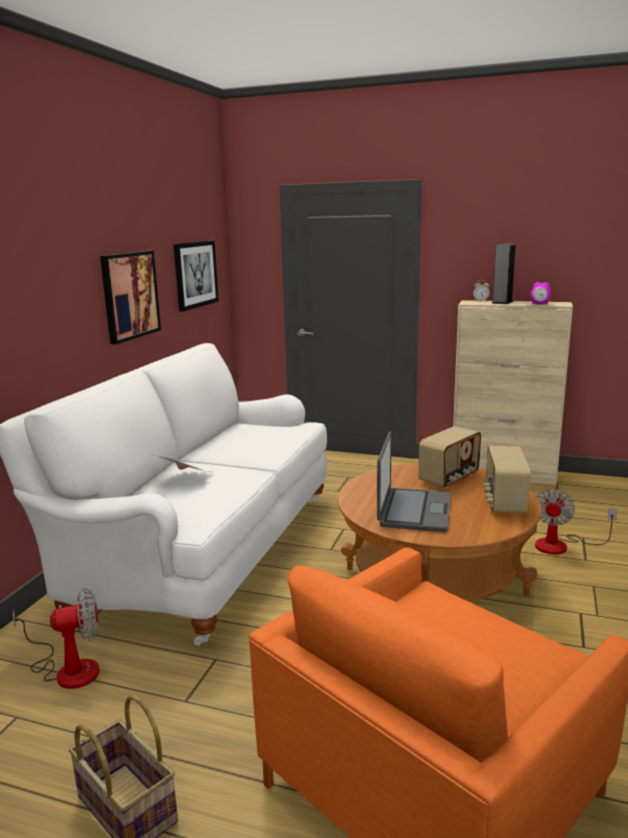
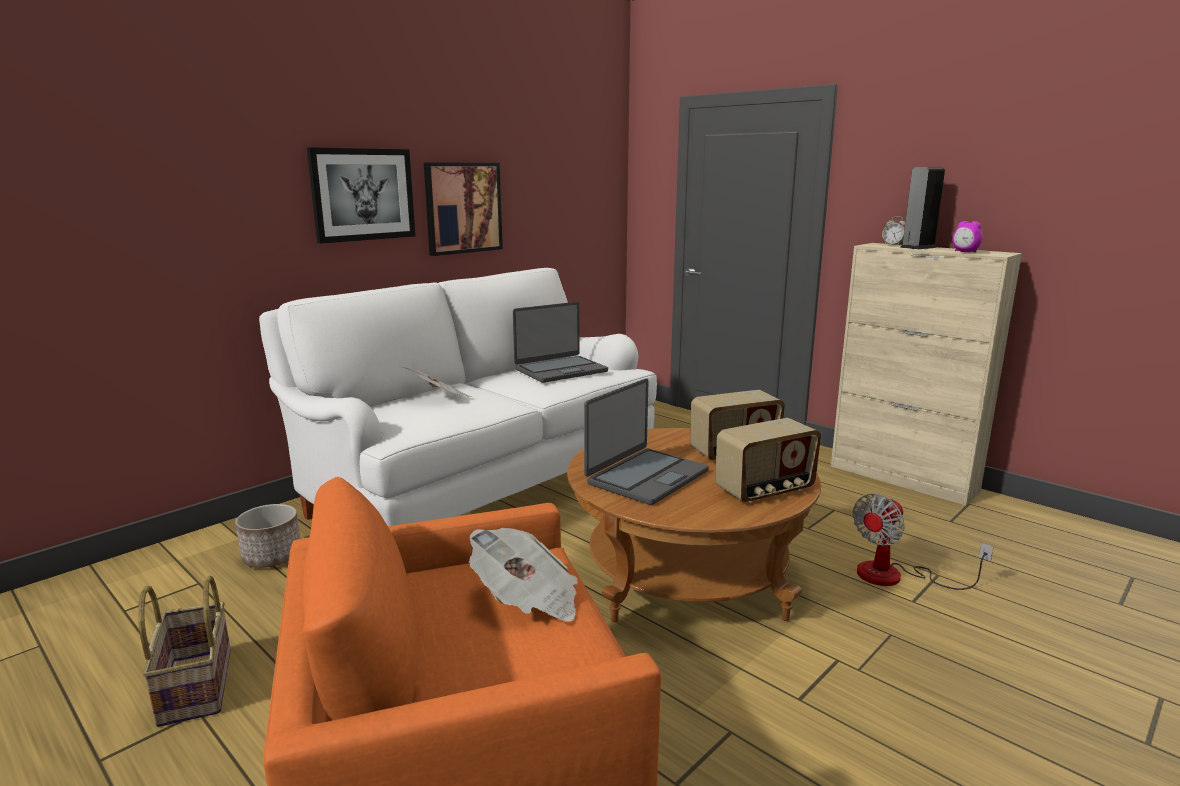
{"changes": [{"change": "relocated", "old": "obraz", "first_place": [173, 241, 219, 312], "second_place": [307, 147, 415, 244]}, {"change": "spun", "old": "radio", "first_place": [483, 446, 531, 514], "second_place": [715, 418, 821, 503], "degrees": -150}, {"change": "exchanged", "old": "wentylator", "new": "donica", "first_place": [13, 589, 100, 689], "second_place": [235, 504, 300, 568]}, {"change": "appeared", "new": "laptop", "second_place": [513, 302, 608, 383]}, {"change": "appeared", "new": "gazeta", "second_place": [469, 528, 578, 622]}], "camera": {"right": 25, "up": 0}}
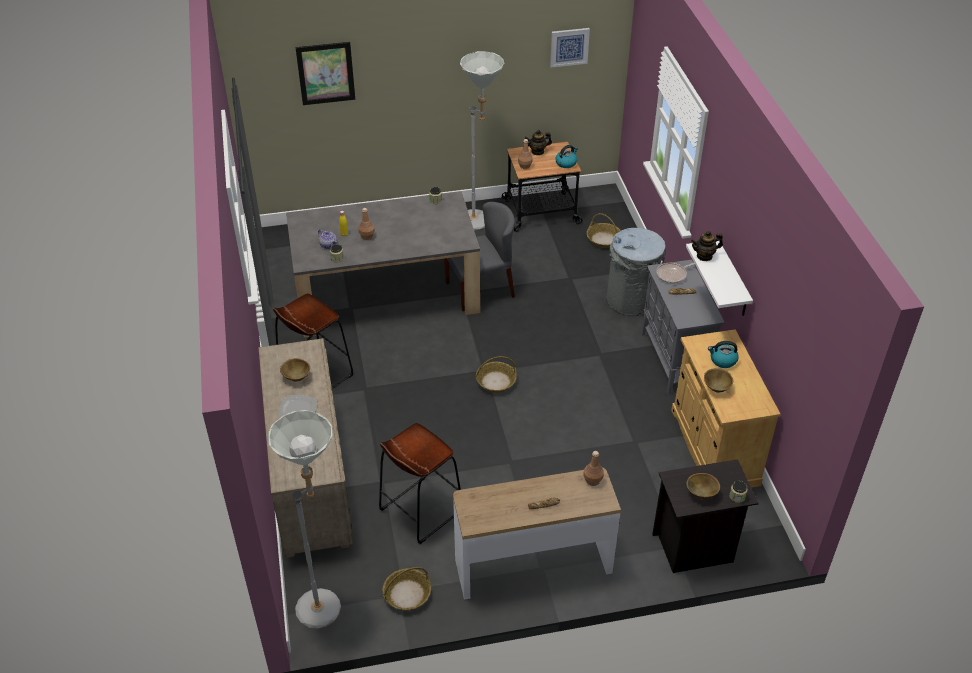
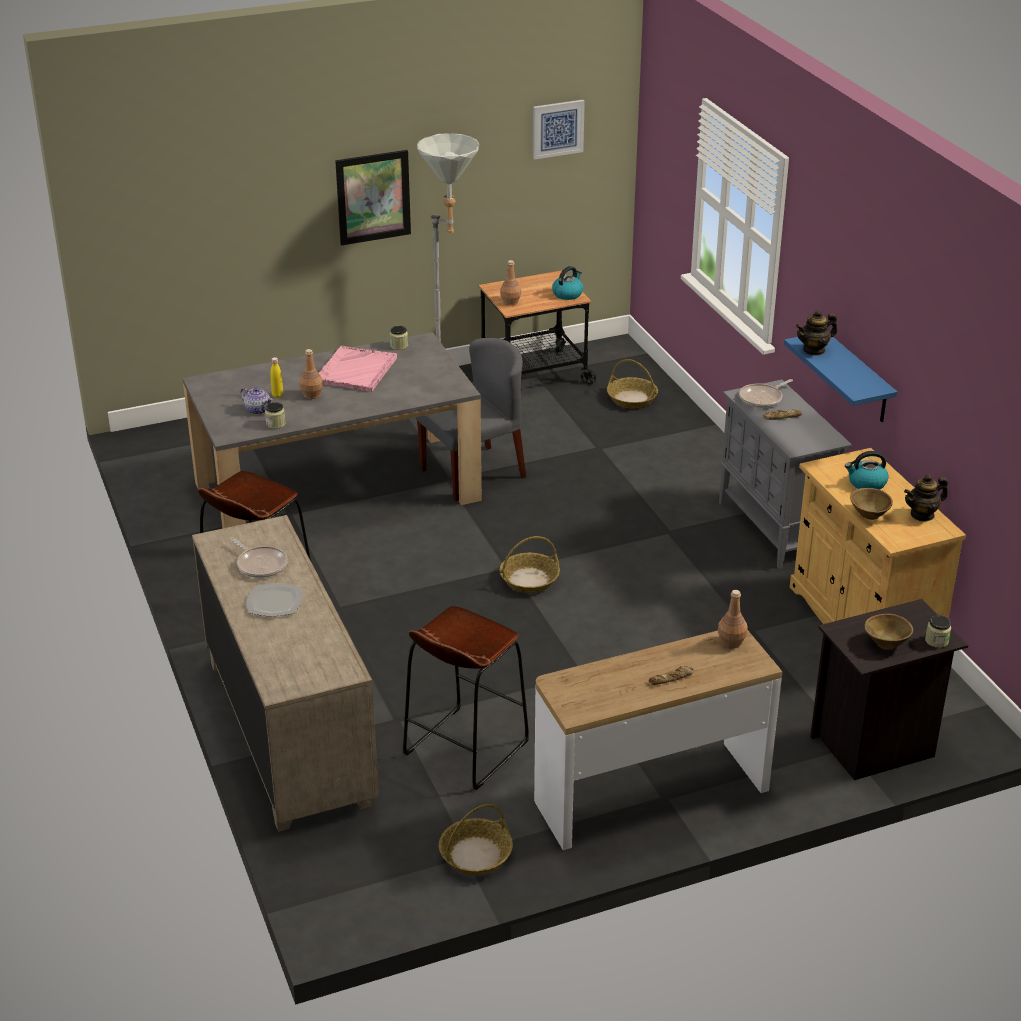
{"changes": [{"change": "relocated", "old": "obraz", "first_place": [295, 42, 355, 105], "second_place": [335, 150, 411, 246]}, {"change": "relocated", "old": "imbryk", "first_place": [525, 130, 552, 155], "second_place": [904, 474, 948, 521]}, {"change": "missing", "old": "kosz na śmieci/szary", "first_place": [606, 228, 666, 316]}, {"change": "colour", "old": "półka/biały", "new": "półka/niebieski", "first_place": [686, 241, 753, 316], "second_place": [784, 337, 897, 422]}, {"change": "exchanged", "old": "miska/brązowy", "new": "patelnia", "first_place": [280, 358, 310, 381], "second_place": [230, 537, 287, 578]}, {"change": "missing", "old": "lampa stojąca/szary", "first_place": [268, 410, 341, 628]}, {"change": "appeared", "new": "taca/różowy", "second_place": [319, 346, 397, 392]}], "camera": {"right": -10, "up": -10}}
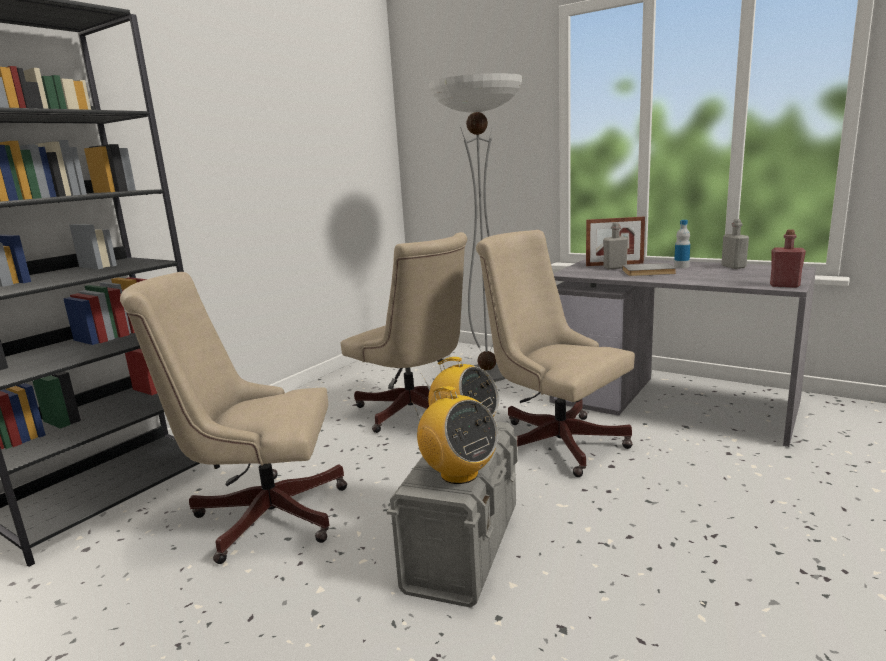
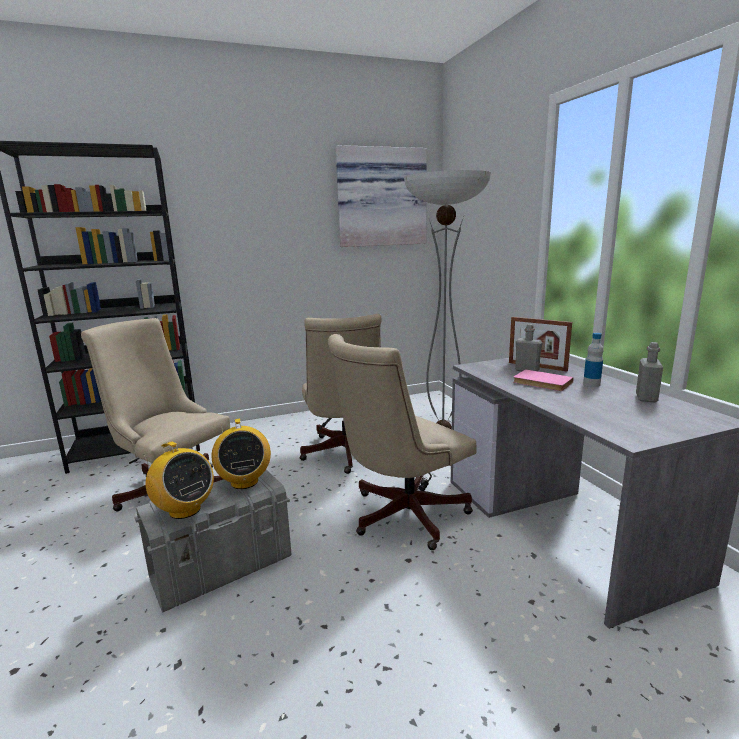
{"changes": [{"change": "spun", "old": "krzesło biurowe/beżowy", "first_place": [476, 230, 635, 477], "second_place": [328, 334, 477, 550], "degrees": -120}, {"change": "missing", "old": "butelka/czerwony", "first_place": [770, 230, 806, 288]}, {"change": "colour", "old": "książka/szary", "new": "książka/różowy", "first_place": [622, 263, 676, 276], "second_place": [514, 369, 574, 391]}, {"change": "spun", "old": "radio", "first_place": [412, 386, 498, 484], "second_place": [143, 442, 214, 519], "degrees": -45}, {"change": "appeared", "new": "obraz", "second_place": [336, 145, 427, 247]}], "camera": {"right": 35, "up": 0}}
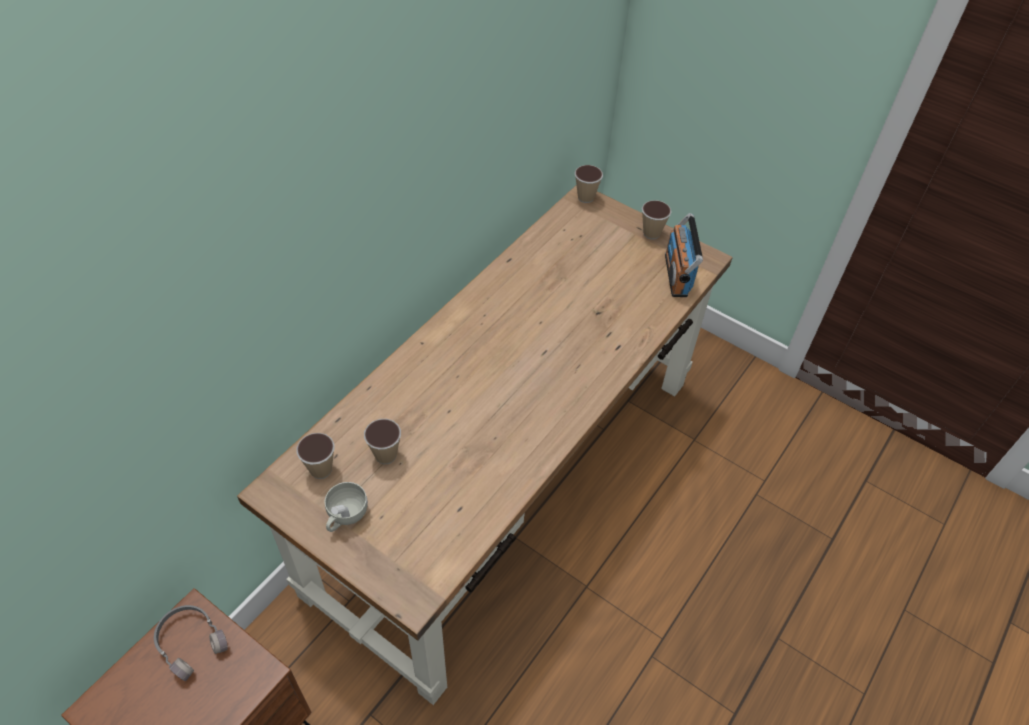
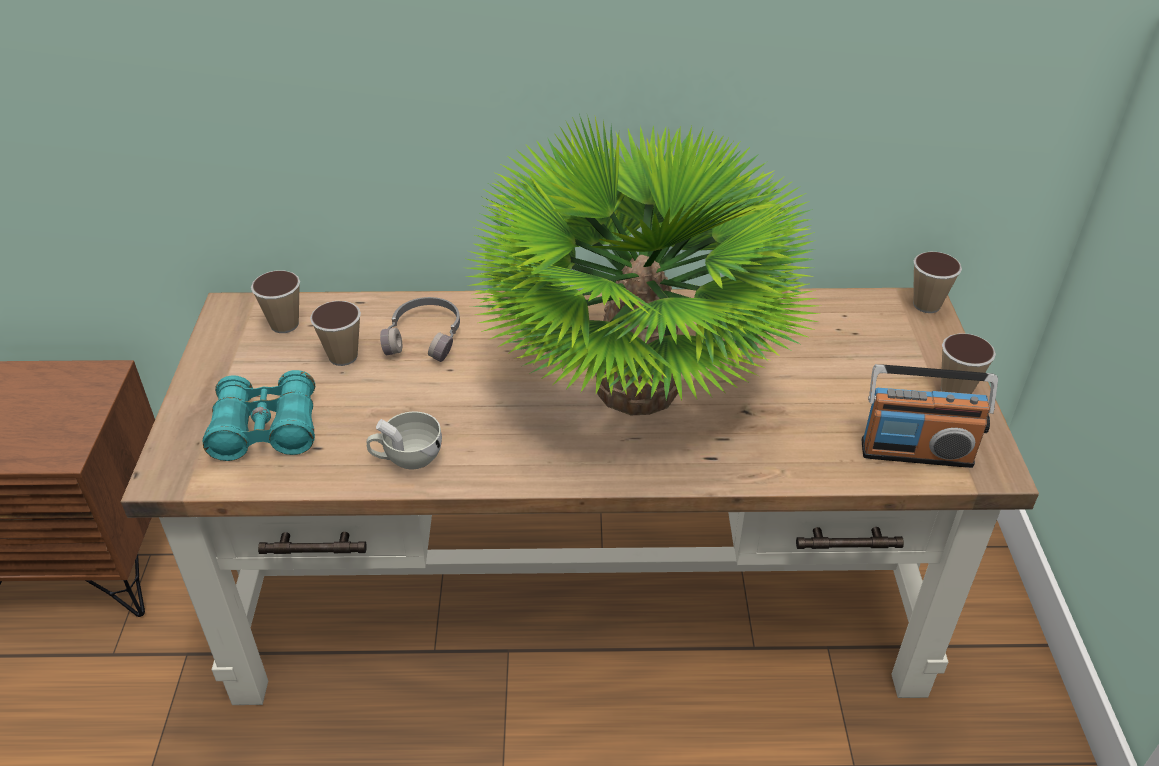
{"changes": [{"change": "spun", "old": "radio", "first_place": [665, 213, 703, 297], "second_place": [861, 364, 998, 468], "degrees": -135}, {"change": "relocated", "old": "filiżanka/biały", "first_place": [325, 482, 368, 532], "second_place": [367, 411, 442, 469]}, {"change": "relocated", "old": "słuchawki/szary", "first_place": [154, 605, 228, 681], "second_place": [380, 297, 460, 362]}, {"change": "appeared", "new": "roślina doniczkowa", "second_place": [464, 114, 819, 415]}, {"change": "appeared", "new": "lornetka/turkusowy", "second_place": [203, 370, 315, 461]}], "camera": {"right": 55, "up": -10}}
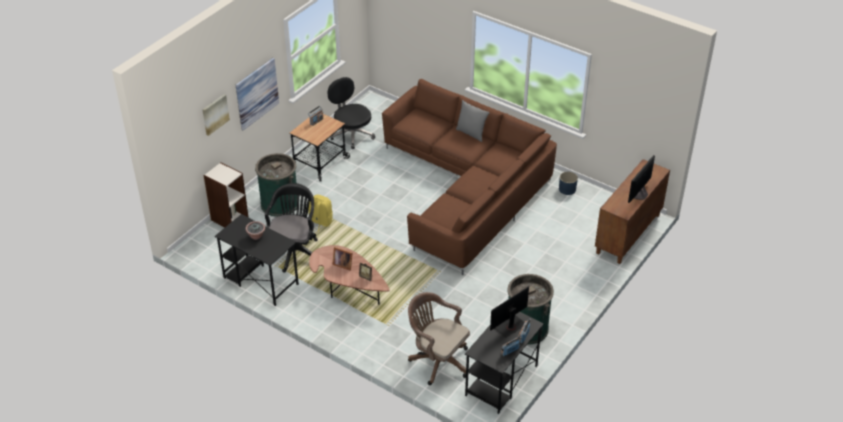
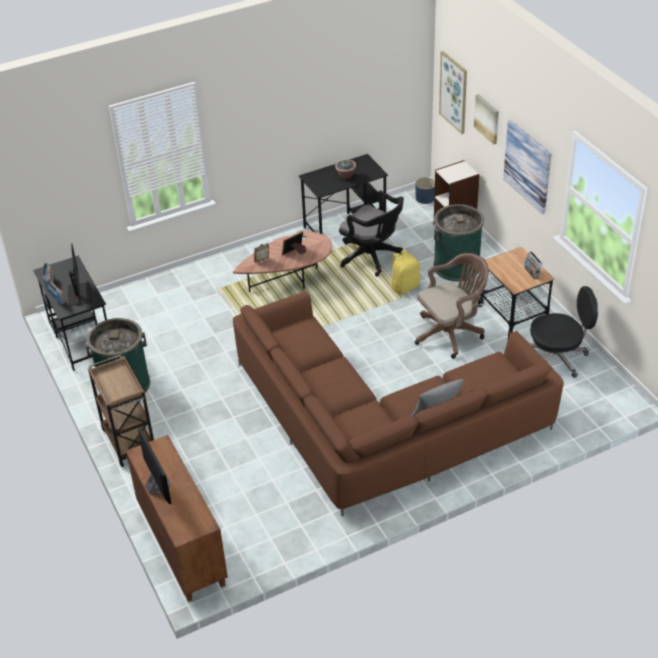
{"changes": [{"change": "relocated", "old": "donica/niebieski", "first_place": [559, 172, 578, 195], "second_place": [415, 177, 435, 204]}, {"change": "relocated", "old": "krzesło biurowe/brązowy", "first_place": [408, 292, 470, 385], "second_place": [415, 253, 489, 358]}, {"change": "appeared", "new": "obraz", "second_place": [439, 51, 467, 134]}, {"change": "appeared", "new": "wózek/brązowy", "second_place": [88, 355, 154, 467]}], "camera": {"right": 120, "up": 0}}
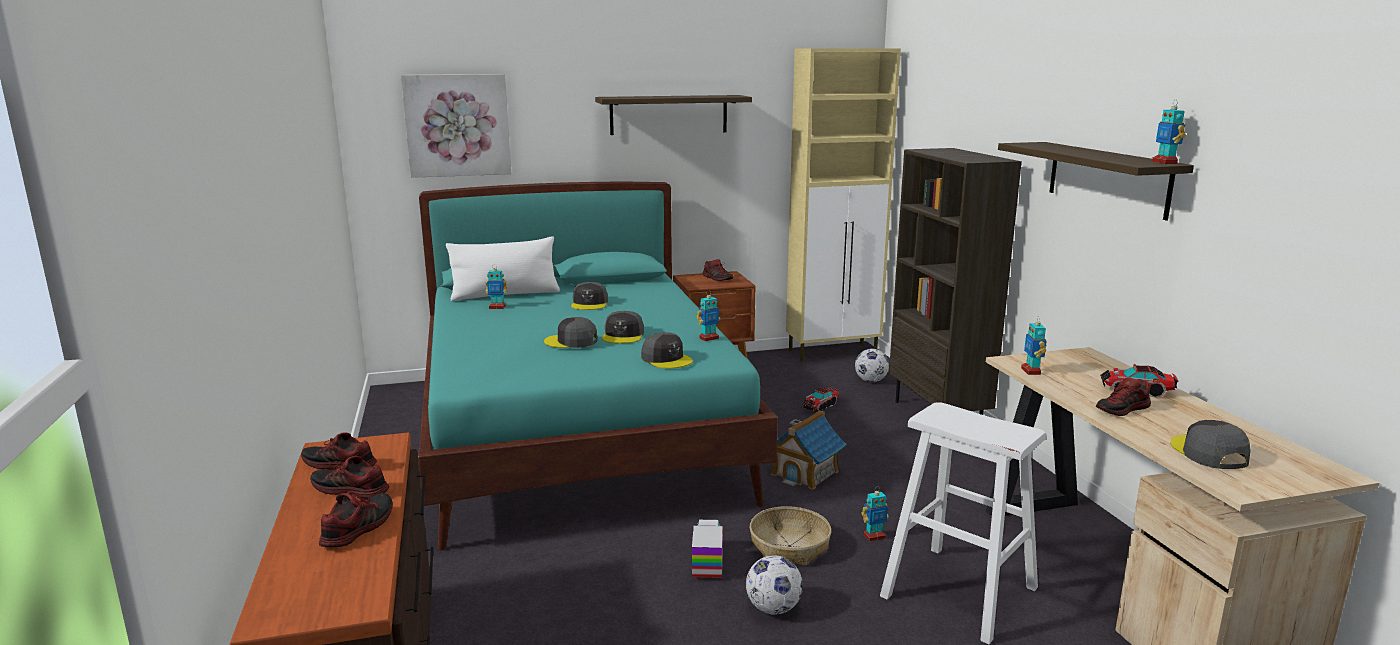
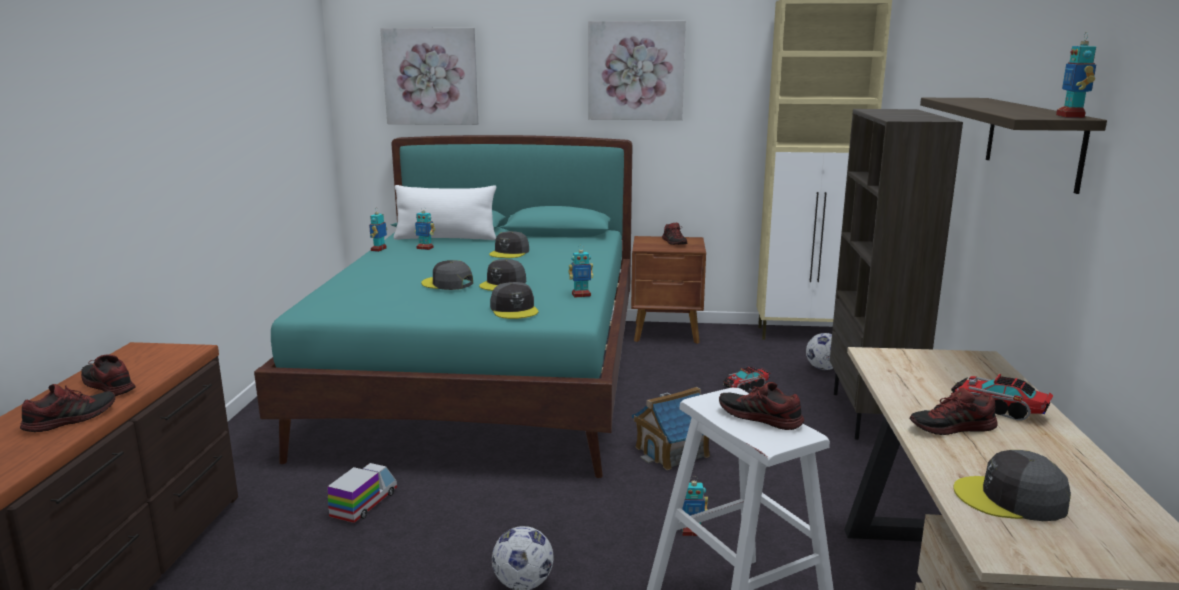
{"changes": [{"change": "exchanged", "old": "półka", "new": "obraz", "first_place": [595, 95, 752, 135], "second_place": [588, 21, 686, 120]}, {"change": "relocated", "old": "robot zabawkowy", "first_place": [1021, 316, 1047, 375], "second_place": [369, 208, 387, 252]}, {"change": "spun", "old": "czapka z daszkiem/szary", "first_place": [1170, 420, 1251, 469], "second_place": [953, 450, 1071, 521], "degrees": -90}, {"change": "relocated", "old": "but", "first_place": [301, 432, 377, 470], "second_place": [719, 382, 804, 430]}, {"change": "missing", "old": "koszyk", "first_place": [750, 506, 831, 566]}, {"change": "relocated", "old": "ciężarówka zabawkowa", "first_place": [692, 520, 723, 578], "second_place": [327, 463, 397, 523]}], "camera": {"right": 20, "up": 0}}
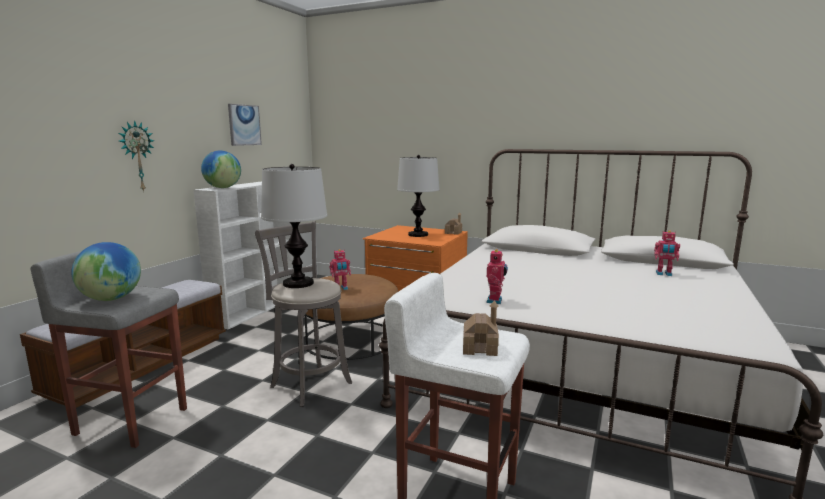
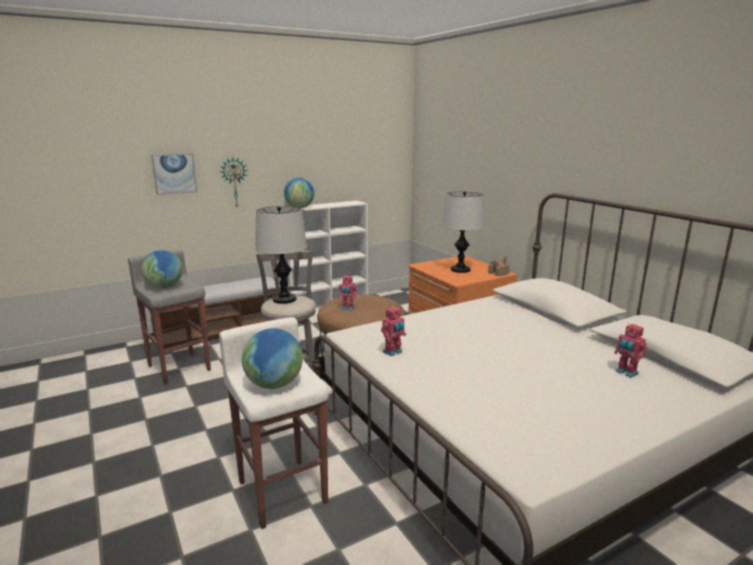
{"changes": [{"change": "relocated", "old": "obraz", "first_place": [228, 104, 262, 146], "second_place": [151, 153, 197, 195]}, {"change": "exchanged", "old": "domek", "new": "globus", "first_place": [463, 300, 499, 356], "second_place": [242, 328, 303, 389]}], "camera": {"right": 35, "up": 5}}
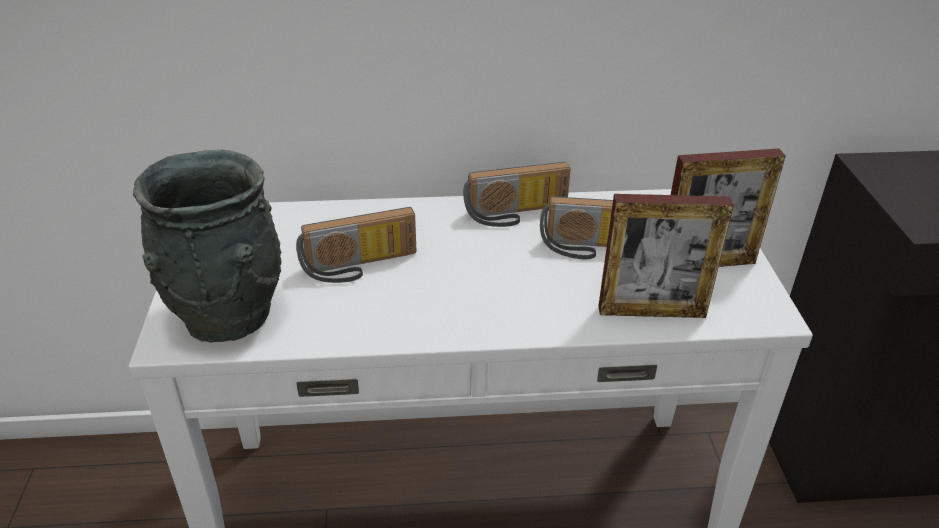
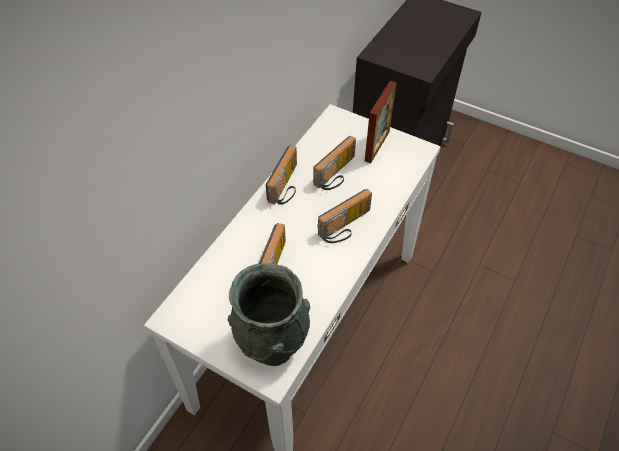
{"changes": [{"change": "missing", "old": "ramka na zdjęcie", "first_place": [598, 194, 734, 318]}, {"change": "appeared", "new": "radio", "second_place": [318, 189, 372, 243]}], "camera": {"right": -55, "up": 15}}
